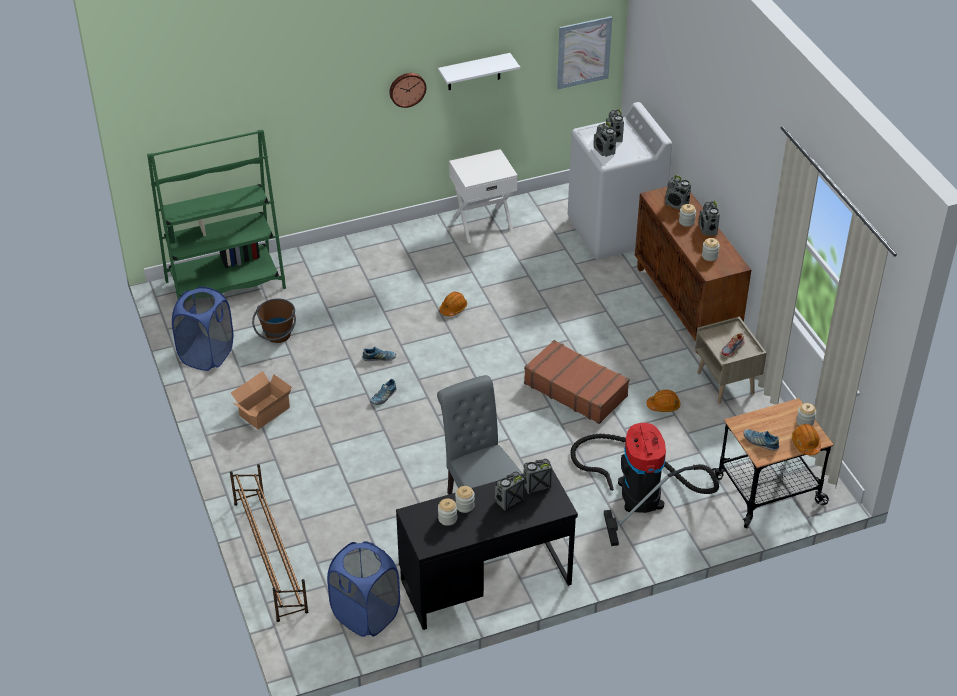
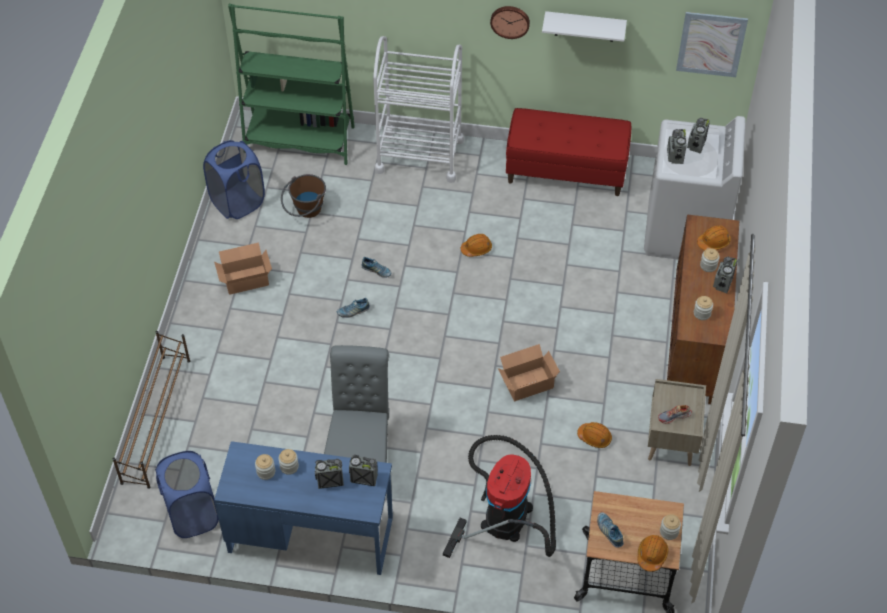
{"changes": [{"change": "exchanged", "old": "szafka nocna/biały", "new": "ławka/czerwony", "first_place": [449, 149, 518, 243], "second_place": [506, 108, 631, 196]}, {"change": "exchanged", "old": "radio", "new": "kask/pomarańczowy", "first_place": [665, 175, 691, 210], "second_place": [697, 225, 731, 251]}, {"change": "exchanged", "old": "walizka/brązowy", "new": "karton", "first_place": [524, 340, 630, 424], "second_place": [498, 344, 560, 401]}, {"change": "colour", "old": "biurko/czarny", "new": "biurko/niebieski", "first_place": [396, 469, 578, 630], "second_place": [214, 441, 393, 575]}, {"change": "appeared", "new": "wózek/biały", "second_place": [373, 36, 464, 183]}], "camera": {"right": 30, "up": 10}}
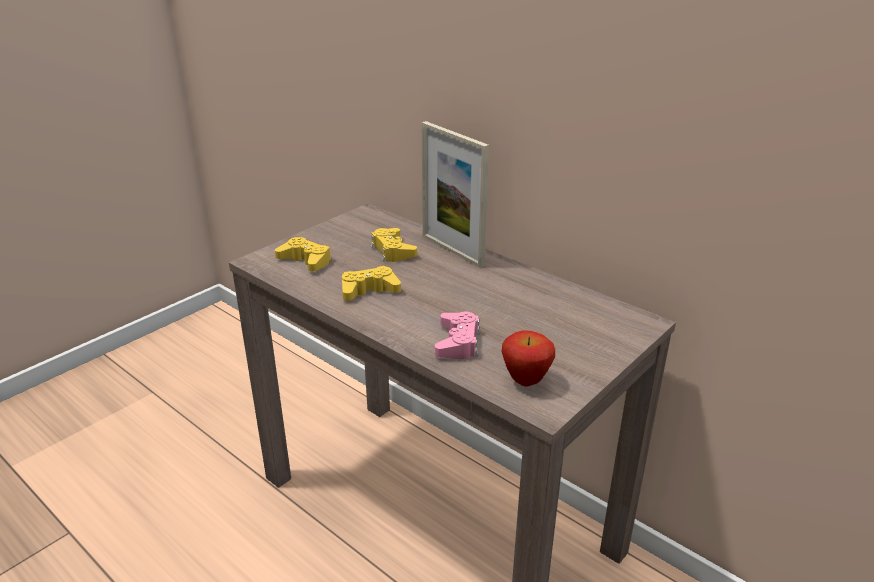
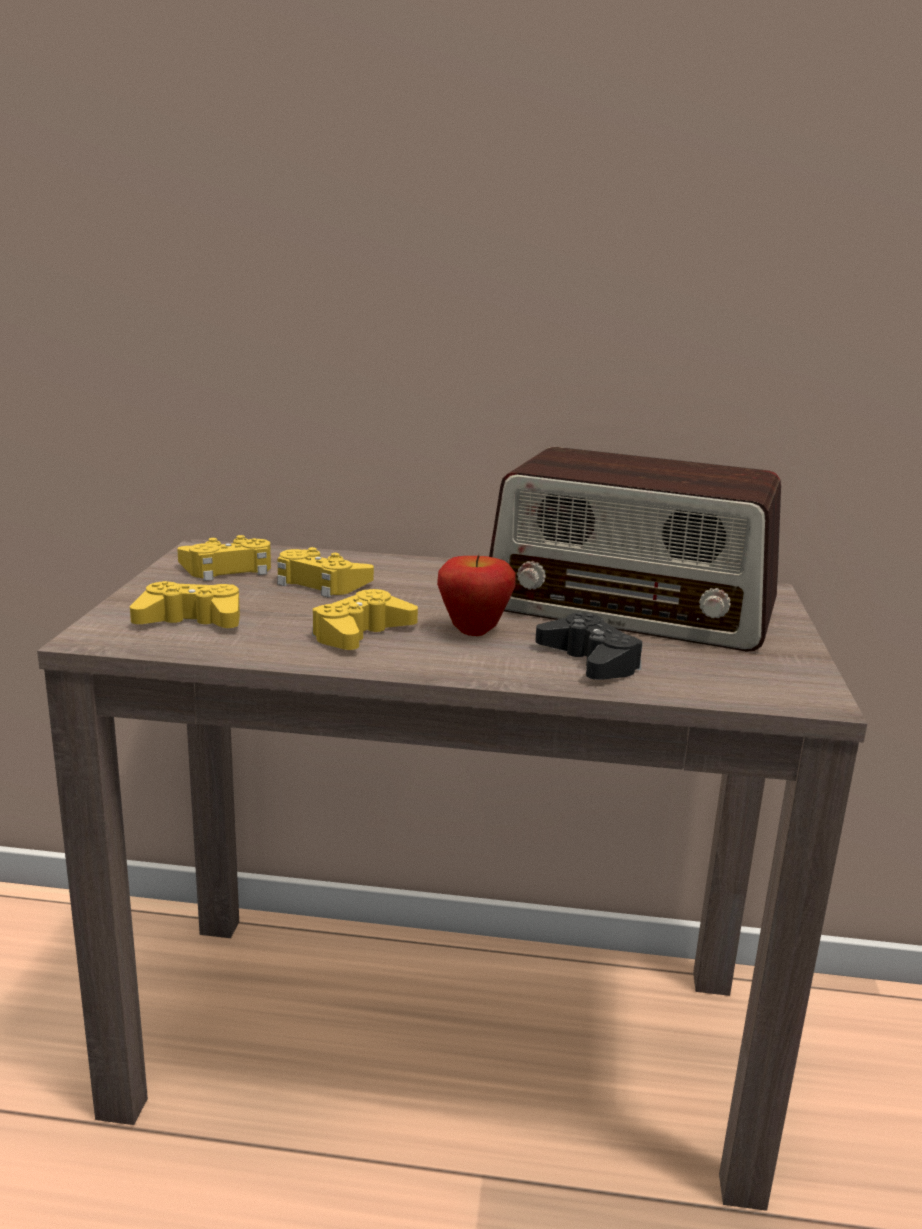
{"changes": [{"change": "missing", "old": "ramka na zdjęcie", "first_place": [422, 121, 489, 268]}, {"change": "colour", "old": "pad do gier/różowy", "new": "pad do gier/czarny", "first_place": [435, 312, 480, 359], "second_place": [535, 612, 642, 680]}, {"change": "relocated", "old": "jabłko", "first_place": [502, 330, 555, 386], "second_place": [437, 554, 515, 636]}, {"change": "appeared", "new": "radio", "second_place": [489, 447, 781, 652]}, {"change": "appeared", "new": "pad do gier/żółty", "second_place": [177, 535, 271, 581]}], "camera": {"right": -35, "up": -10}}
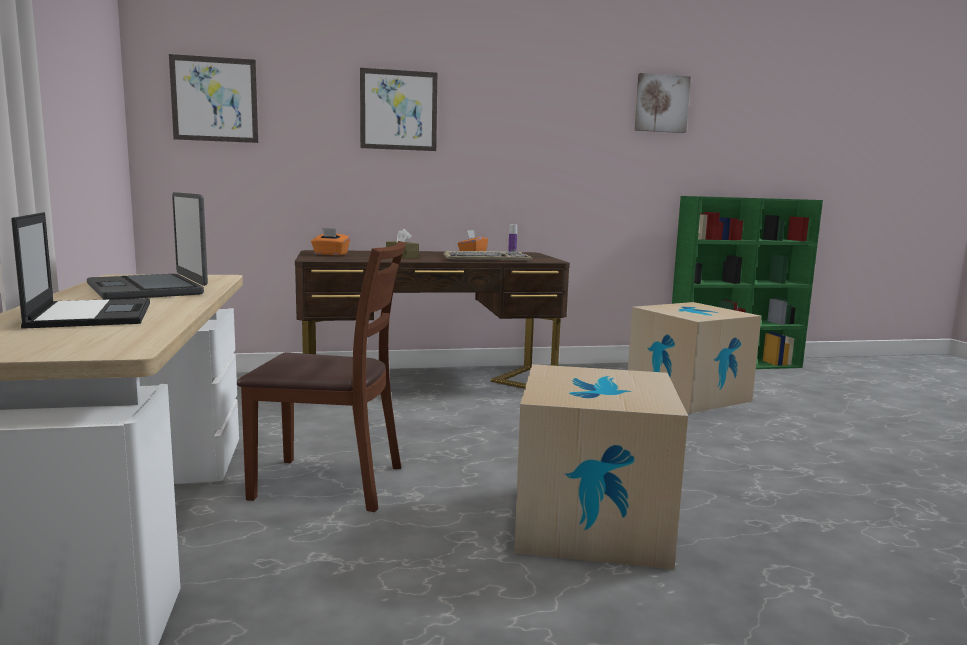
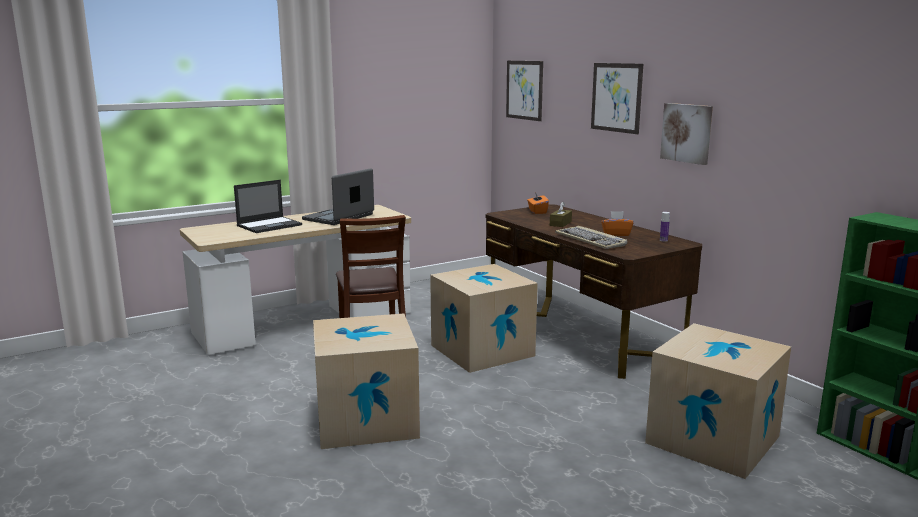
{"changes": [{"change": "relocated", "old": "obraz", "first_place": [635, 73, 691, 133], "second_place": [660, 103, 713, 165]}, {"change": "appeared", "new": "karton", "second_place": [430, 264, 538, 373]}], "camera": {"right": 70, "up": 5}}
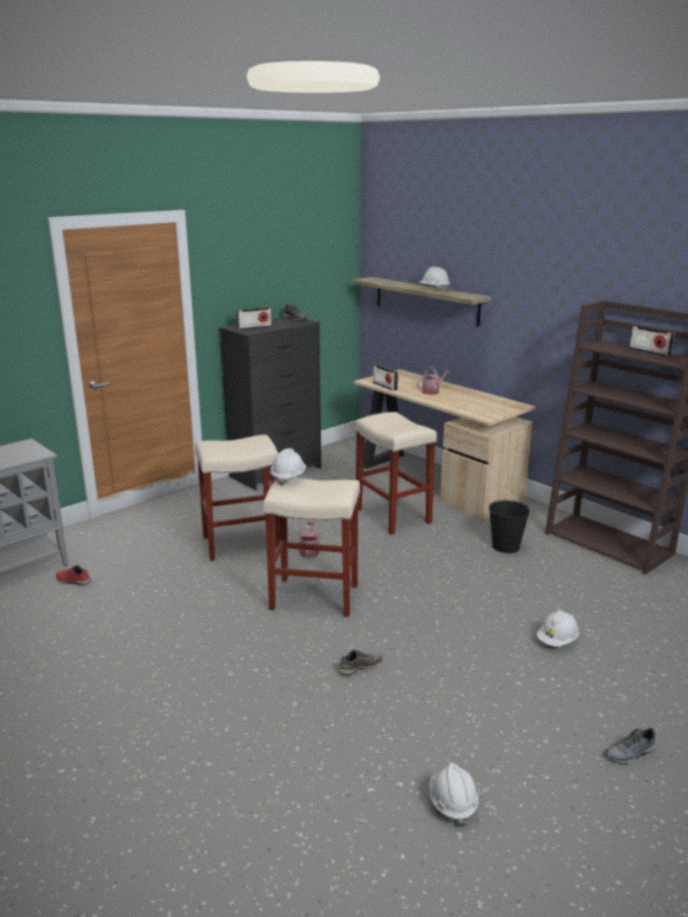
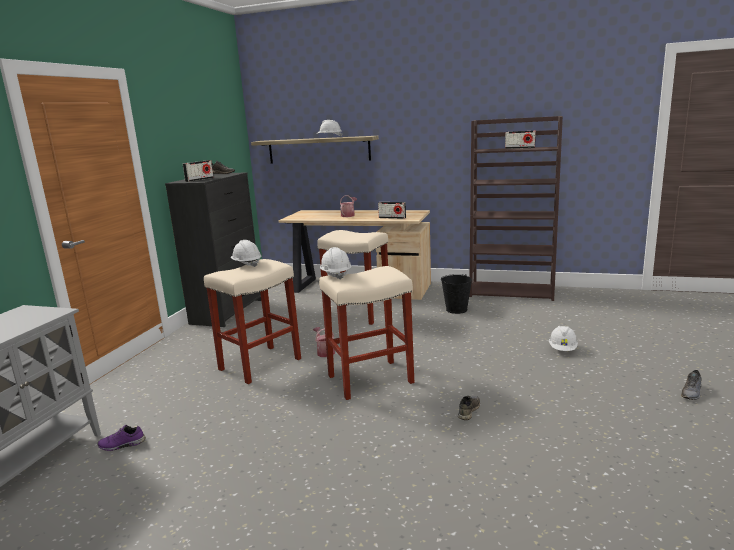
{"changes": [{"change": "relocated", "old": "radio", "first_place": [373, 365, 398, 391], "second_place": [378, 202, 406, 219]}, {"change": "colour", "old": "but/czerwony", "new": "but/fioletowy", "first_place": [56, 565, 91, 585], "second_place": [97, 425, 146, 451]}, {"change": "relocated", "old": "kask/biały", "first_place": [429, 763, 479, 826], "second_place": [231, 240, 261, 267]}], "camera": {"right": -30, "up": -5}}
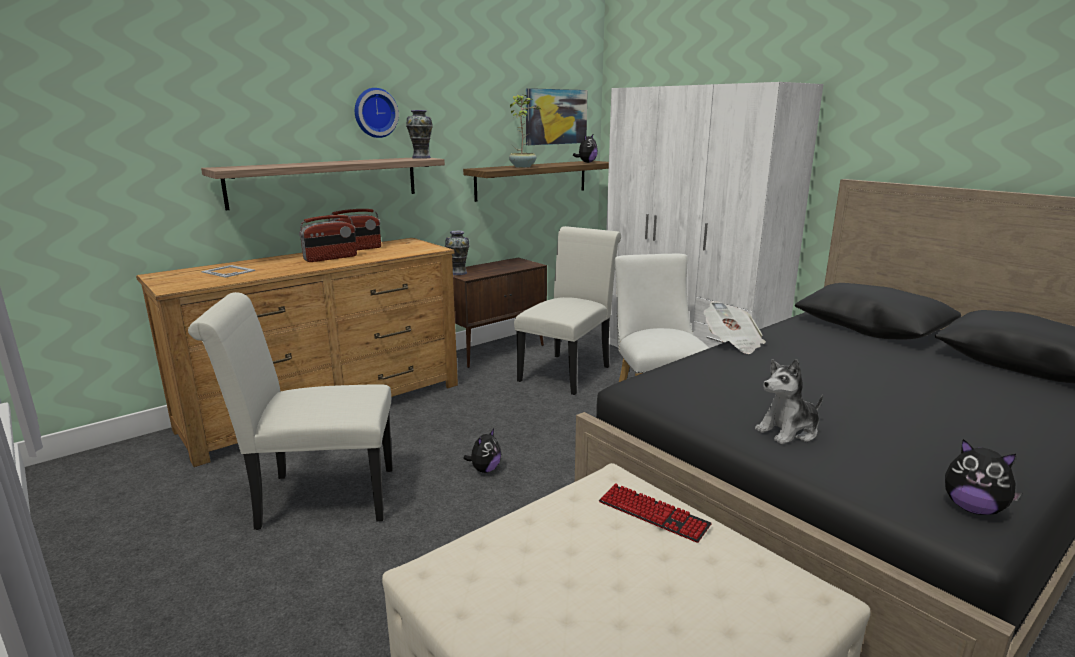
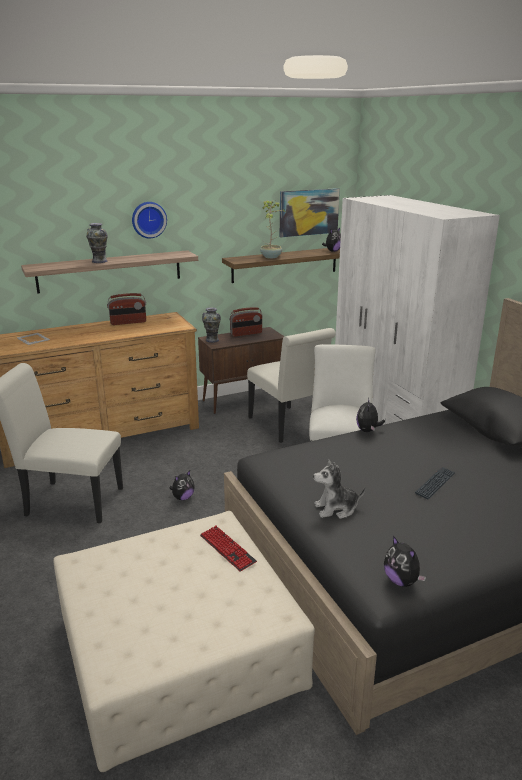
{"changes": [{"change": "relocated", "old": "wazon", "first_place": [406, 110, 433, 159], "second_place": [86, 223, 108, 263]}, {"change": "relocated", "old": "radio", "first_place": [299, 215, 357, 262], "second_place": [229, 307, 263, 337]}, {"change": "spun", "old": "krzesło/biały", "first_place": [514, 226, 621, 395], "second_place": [247, 328, 336, 443], "degrees": 105}, {"change": "exchanged", "old": "gazeta", "new": "pluszak", "first_place": [703, 301, 766, 354], "second_place": [356, 398, 385, 432]}, {"change": "appeared", "new": "klawiatura", "second_place": [415, 467, 456, 499]}], "camera": {"right": 15, "up": 5}}
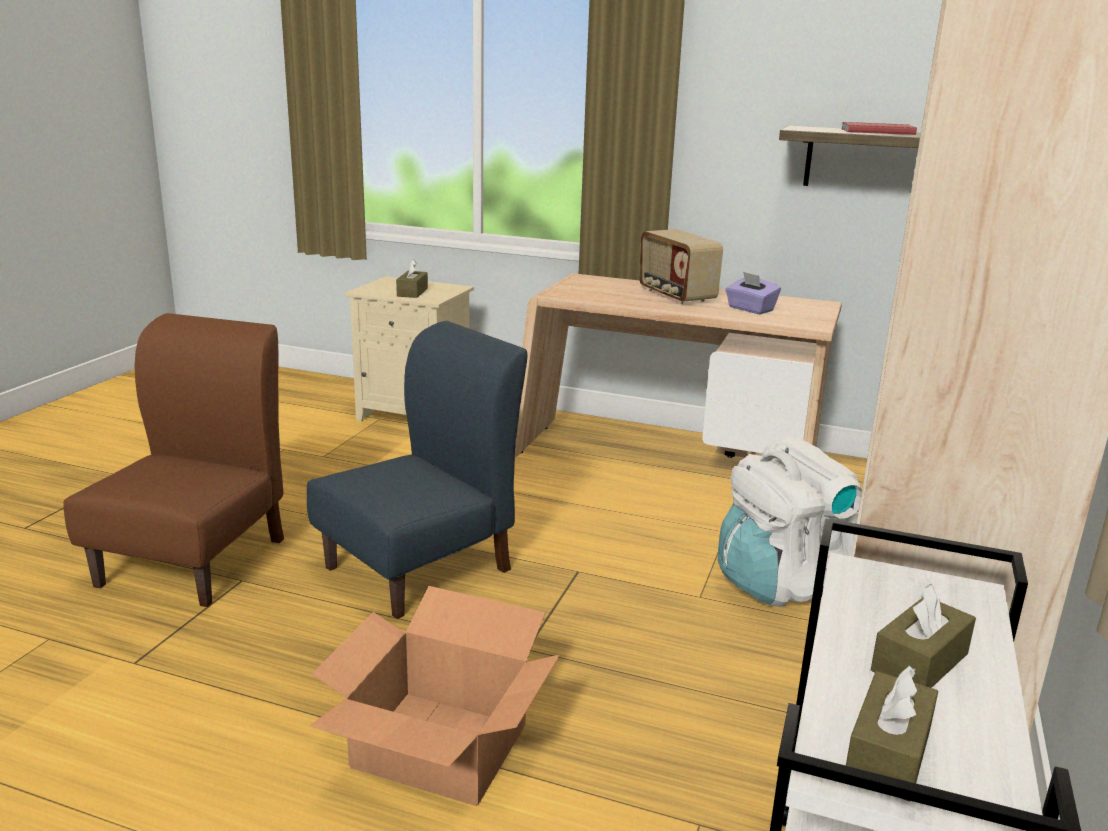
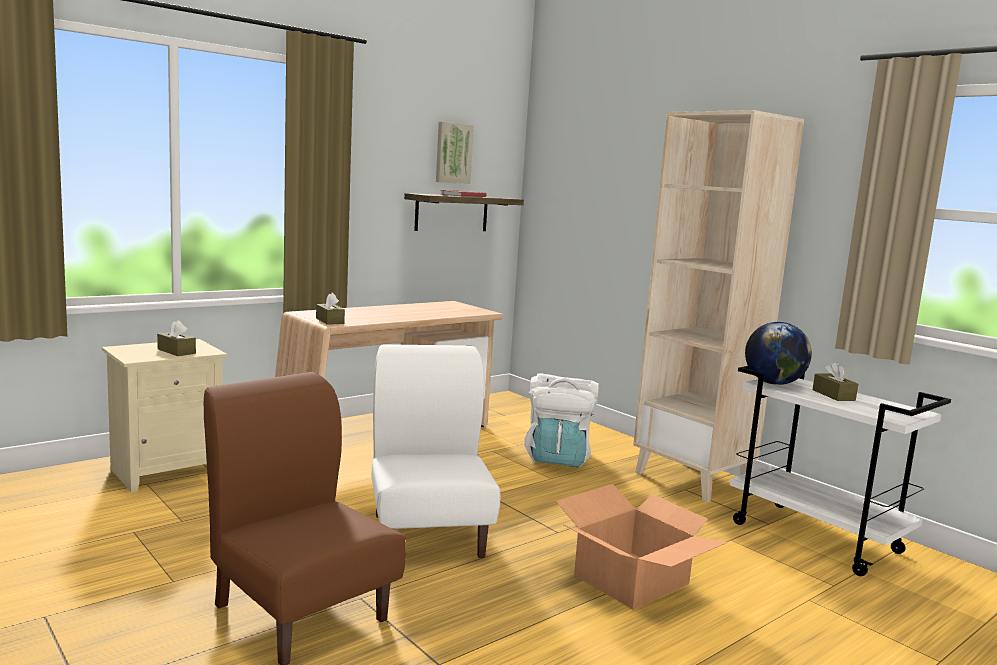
{"changes": [{"change": "missing", "old": "radio", "first_place": [639, 229, 723, 304]}, {"change": "missing", "old": "pudełko chusteczek/fioletowy", "first_place": [725, 272, 781, 314]}, {"change": "colour", "old": "krzesło/niebieski", "new": "krzesło/biały", "first_place": [307, 321, 528, 619], "second_place": [371, 344, 500, 558]}, {"change": "relocated", "old": "pudełko chusteczek/brązowy", "first_place": [846, 666, 938, 802], "second_place": [316, 293, 345, 325]}, {"change": "appeared", "new": "obraz", "second_place": [436, 122, 474, 184]}, {"change": "appeared", "new": "globus", "second_place": [745, 322, 812, 385]}], "camera": {"right": -60, "up": -10}}
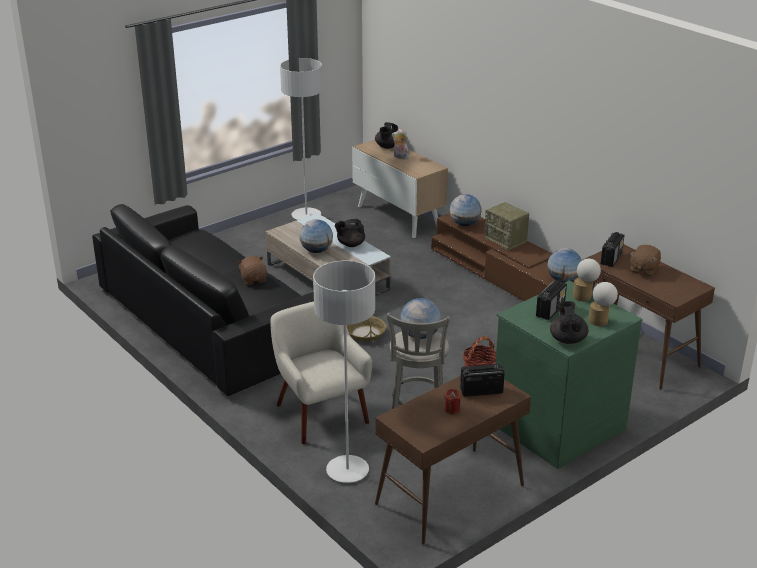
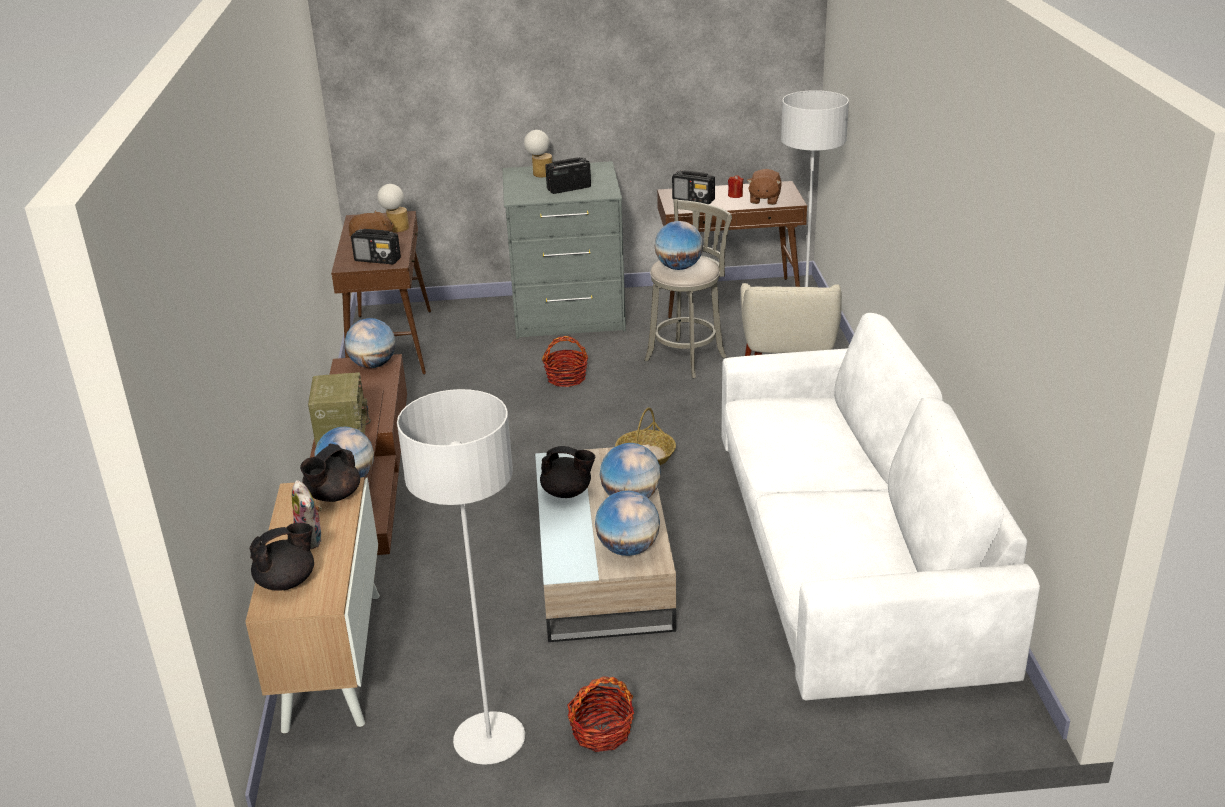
{"changes": [{"change": "colour", "old": "kanapa/czarny", "new": "kanapa/biały", "first_place": [92, 204, 314, 396], "second_place": [722, 313, 1040, 700]}, {"change": "spun", "old": "radio", "first_place": [601, 232, 624, 267], "second_place": [351, 229, 401, 264], "degrees": -135}, {"change": "relocated", "old": "pluszak/brązowy", "first_place": [237, 256, 267, 285], "second_place": [747, 169, 782, 205]}, {"change": "relocated", "old": "lampa stołowa", "first_place": [573, 259, 601, 301], "second_place": [377, 184, 409, 232]}, {"change": "colour", "old": "komoda/zielony", "new": "komoda/szary", "first_place": [496, 280, 643, 469], "second_place": [503, 161, 626, 339]}, {"change": "relocated", "old": "imbryk/czarny", "first_place": [550, 301, 588, 344], "second_place": [300, 444, 360, 502]}, {"change": "appeared", "new": "globus", "second_place": [595, 491, 660, 556]}, {"change": "appeared", "new": "koszyk", "second_place": [568, 676, 634, 752]}], "camera": {"right": -145, "up": 0}}
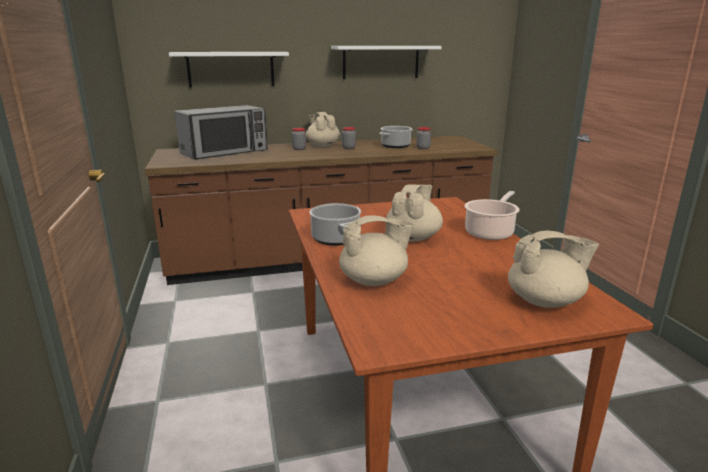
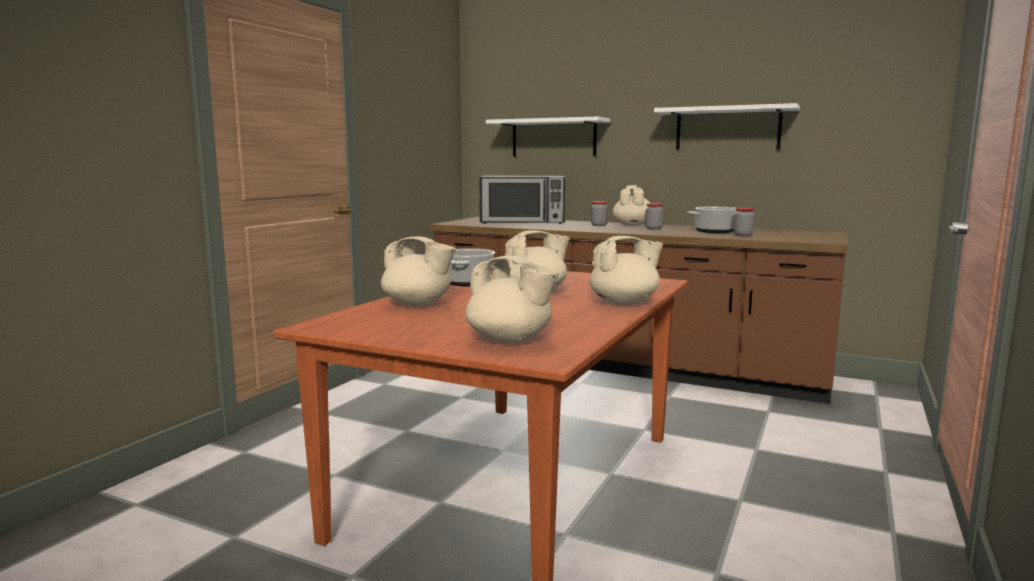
{"changes": [{"change": "exchanged", "old": "garnek", "new": "imbryk/beżowy", "first_place": [464, 191, 520, 240], "second_place": [589, 236, 663, 305]}], "camera": {"right": 40, "up": -10}}
